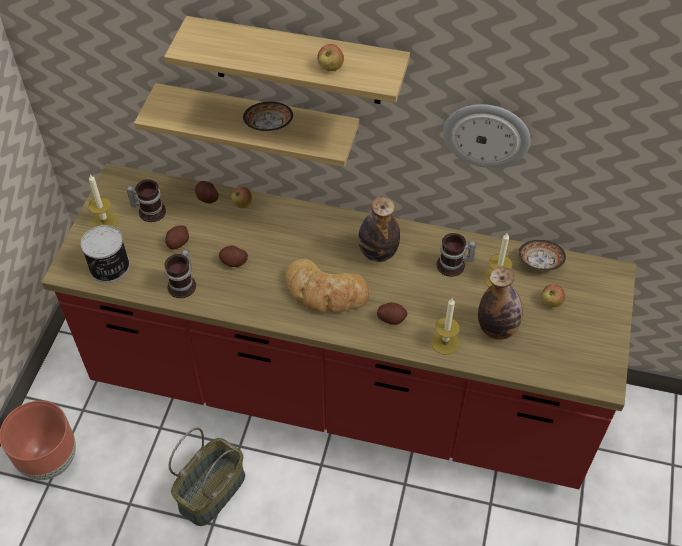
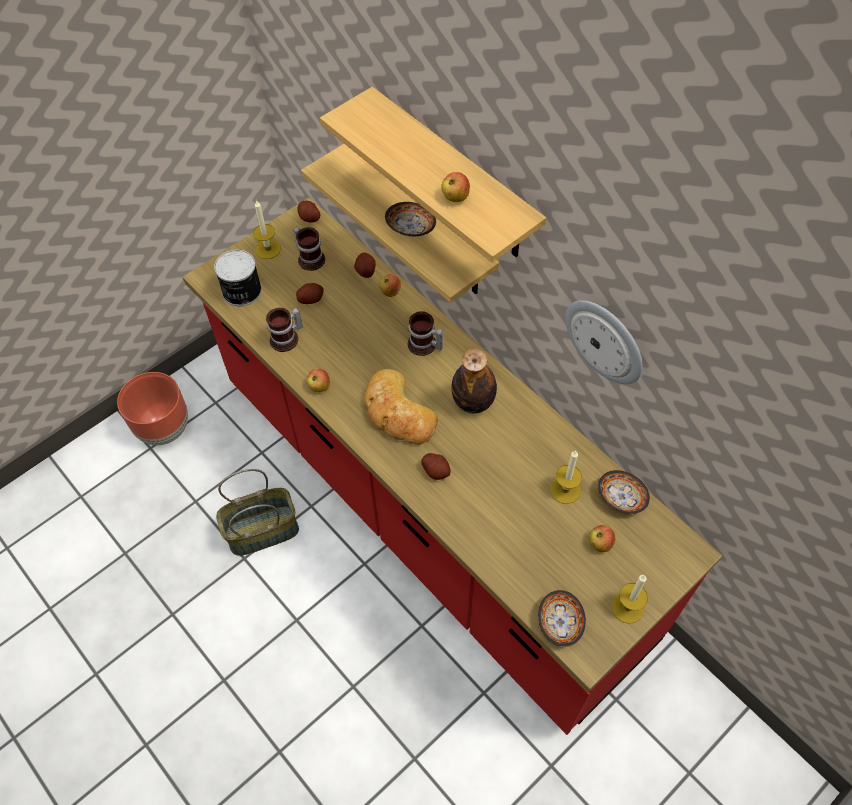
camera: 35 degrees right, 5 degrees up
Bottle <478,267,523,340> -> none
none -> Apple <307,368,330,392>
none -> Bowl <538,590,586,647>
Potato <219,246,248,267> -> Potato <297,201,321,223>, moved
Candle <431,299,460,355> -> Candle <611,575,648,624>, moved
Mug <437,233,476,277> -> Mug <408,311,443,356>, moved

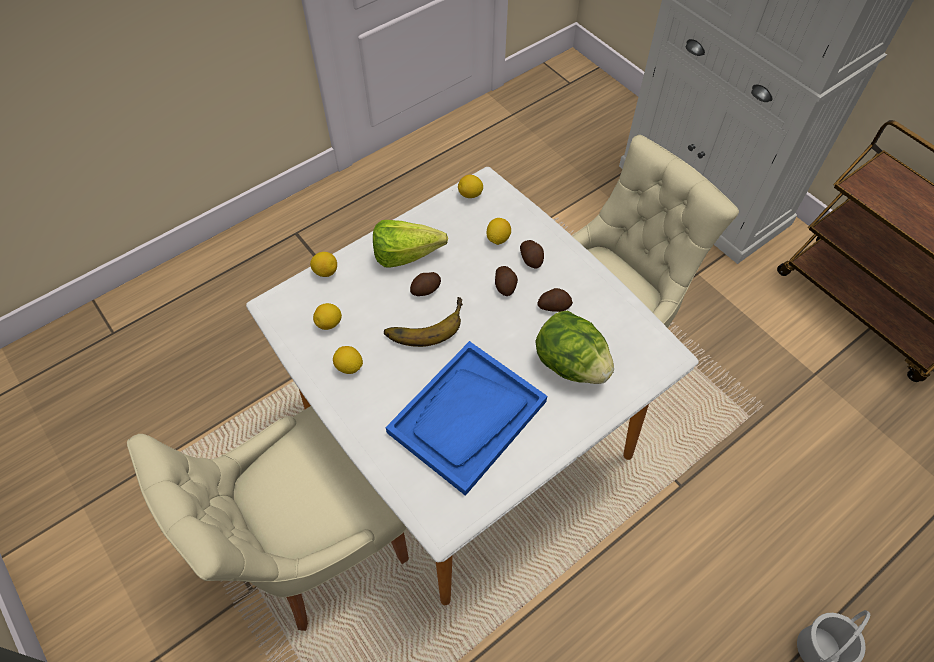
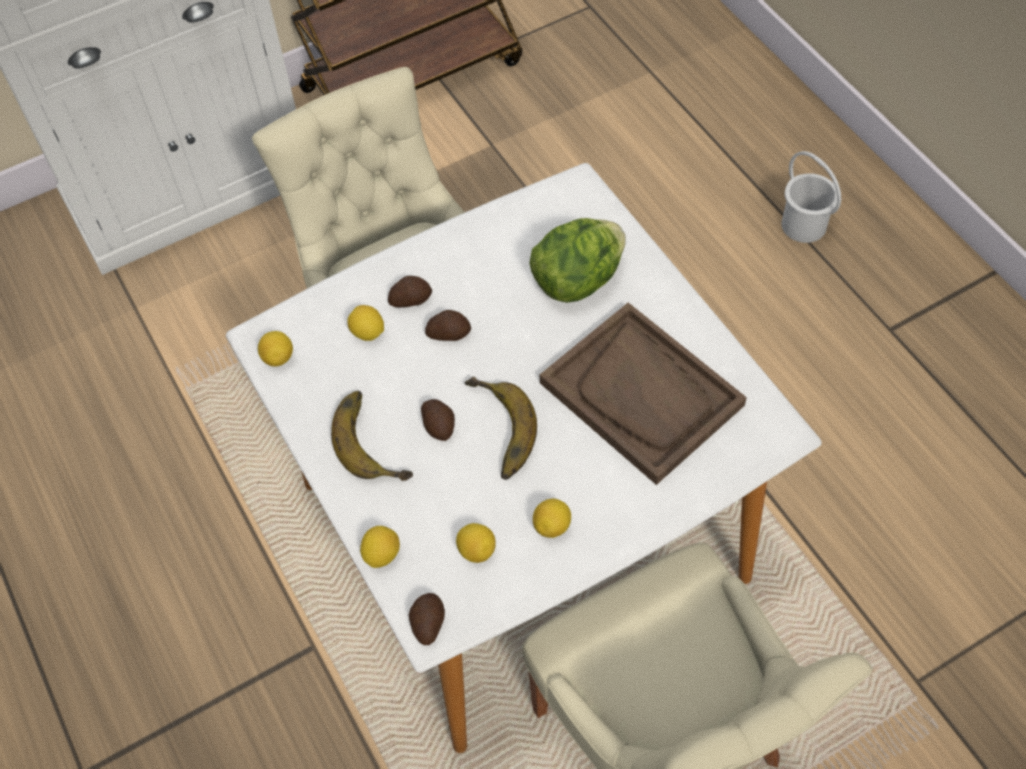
camera: 80 degrees left, 0 degrees up
Potato <537,288,573,312> -> Potato <409,593,445,645>, moved
Lettuce <373,220,448,268> -> Banana <331,391,413,481>
BlueTray <386,341,547,496> -> BrownTray <540,302,747,485>

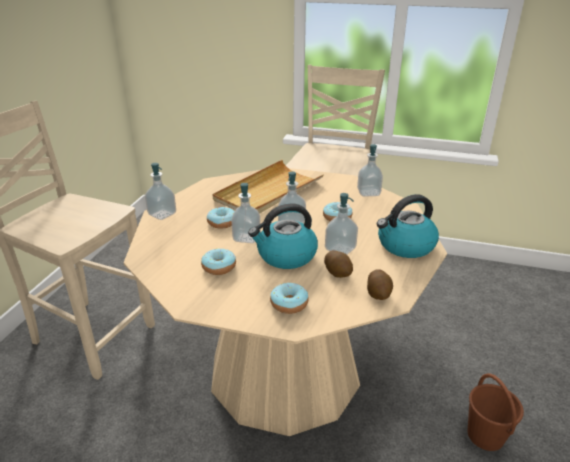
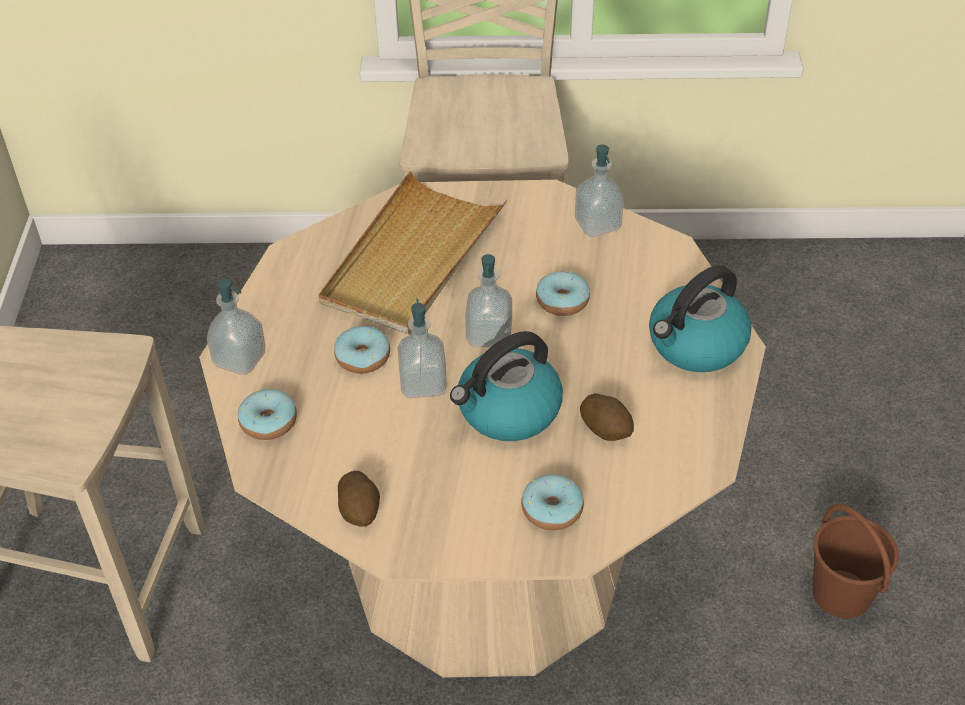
camera: 15 degrees left, 15 degrees up
SoapDispenser <325,193,358,254> -> none
Donut <201,248,236,275> -> Donut <238,389,297,440>, moved
Potato <367,269,393,300> -> Potato <338,471,380,527>, moved

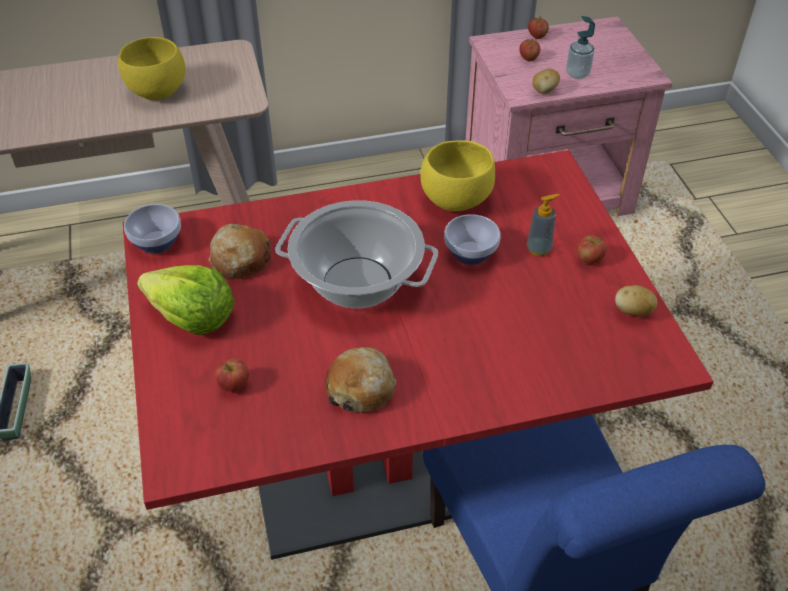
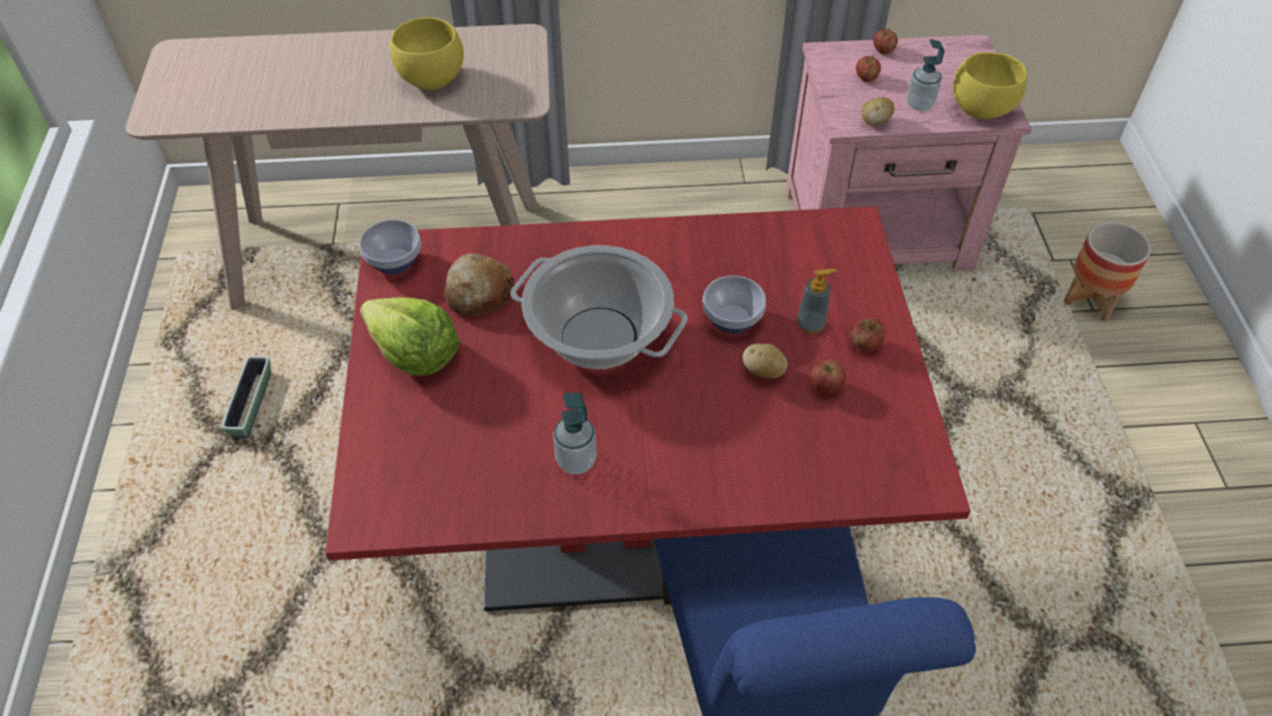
camera: 10 degrees right, 5 degrees up
none -> Planter <1064,222,1151,322>
Apple <215,359,249,392> -> Apple <811,359,846,394>, moved
YellowBowl <420,140,495,211> -> YellowBowl <953,52,1027,119>, moved
Potato <615,285,657,317> -> Potato <743,343,788,379>, moved
Bread <325,347,396,412> -> SoapDispenser <553,393,597,475>

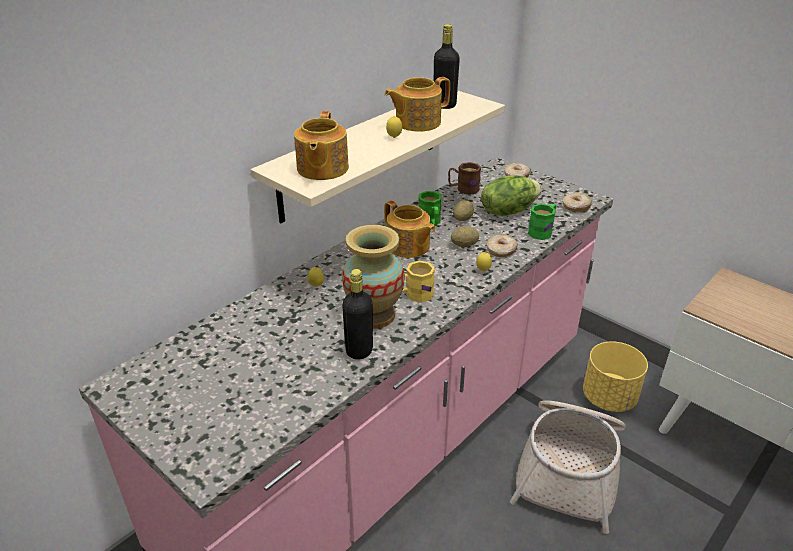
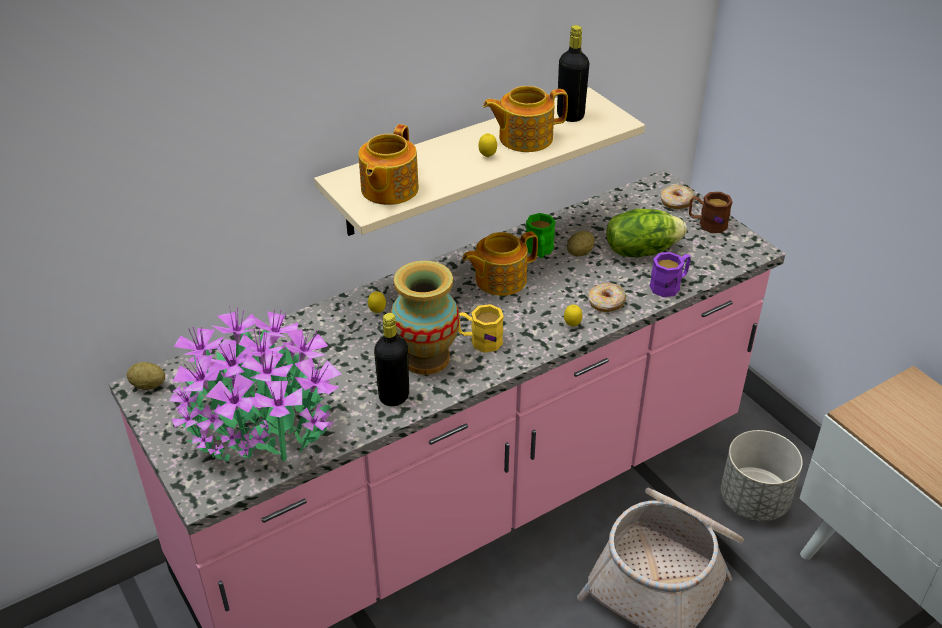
camera: 15 degrees right, 5 degrees up
Donut <562,193,592,212> -> none
none -> PottedPlant <170,306,342,462>
BrownMug <448,162,481,195> -> BrownMug <689,192,733,233>, moved
Potato <451,226,479,247> -> Potato <127,362,165,390>, moved
GreenMug <528,203,556,240> -> PurpleMug <650,252,691,297>
YellowPlanter <583,341,648,412> -> GreyPlanter <721,430,803,521>
Teapot <384,200,436,258> -> Teapot <462,231,538,296>, 90 degrees clockwise

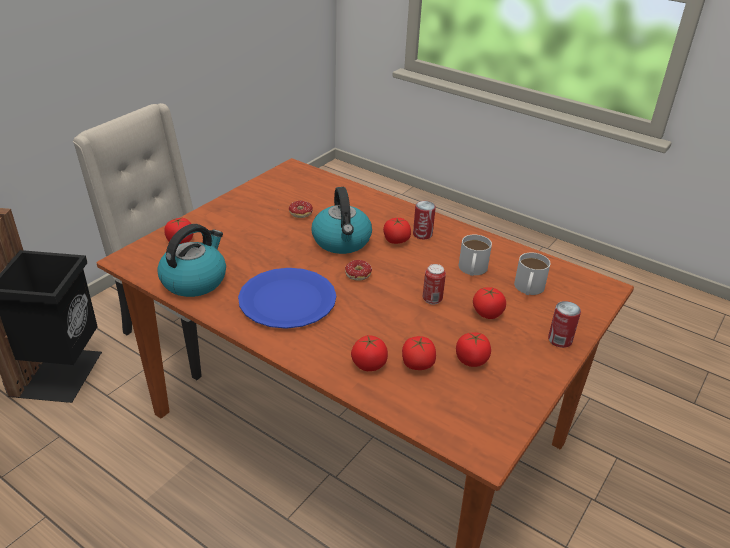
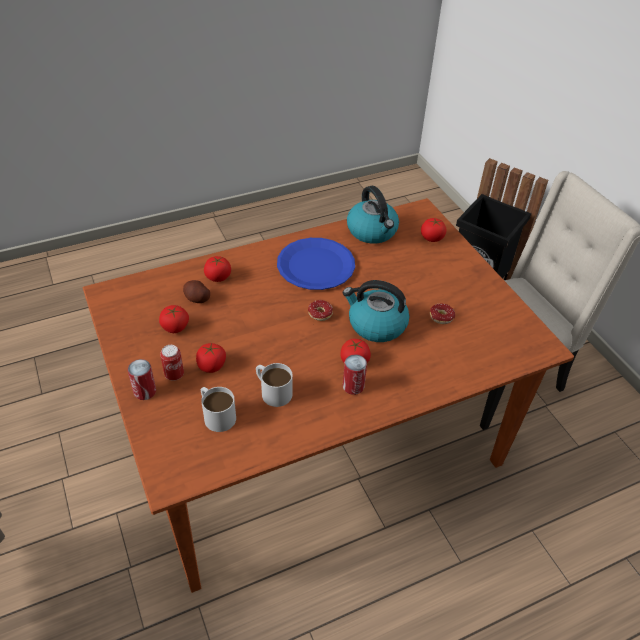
camera: 120 degrees right, 10 degrees up
Can <423,264,446,305> -> Can <160,345,184,381>, moved
Tomato <402,336,436,370> -> Potato <183,280,210,303>

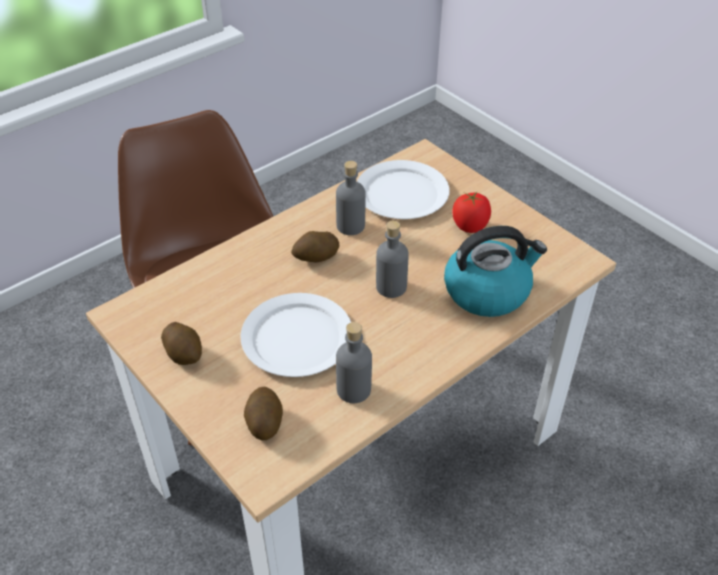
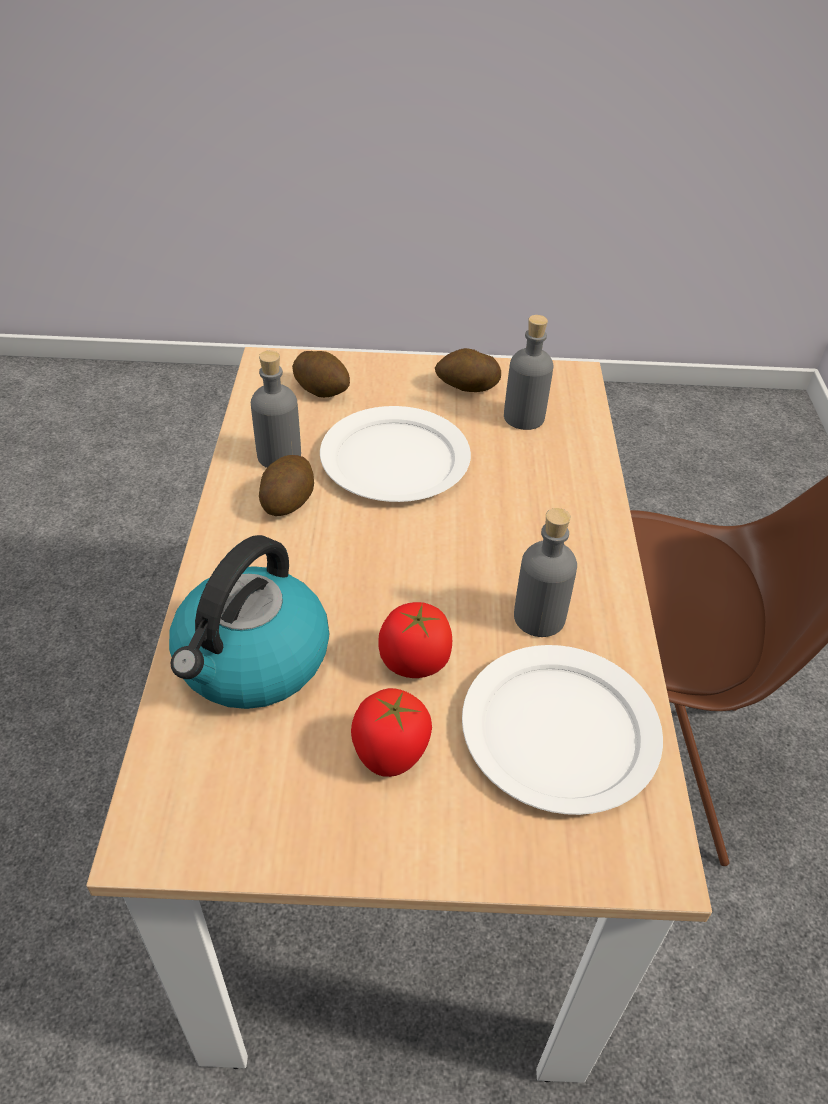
camera: 130 degrees right, 0 degrees up
none -> Tomato <378,602,452,678>
Potato <291,231,339,263> -> Potato <259,455,314,516>, moved
GreyBottle <376,220,408,298> -> GreyBottle <504,315,553,430>, moved

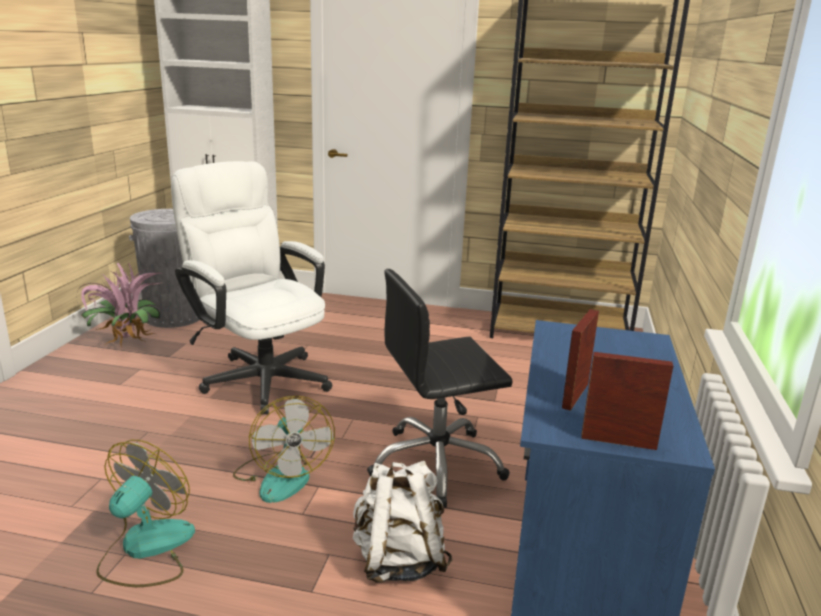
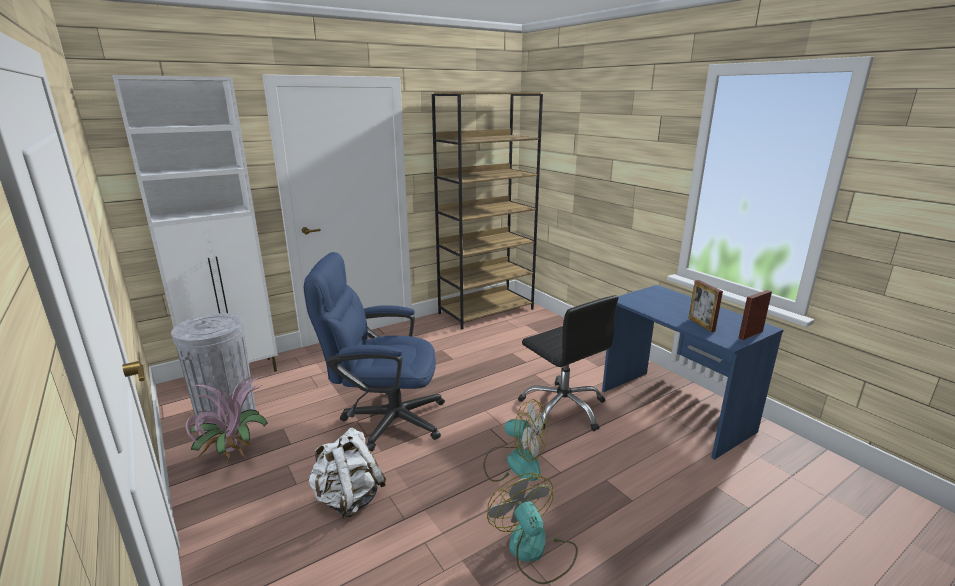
camera: 45 degrees left, 0 degrees up
WhiteBackpack <353,461,452,583> -> WhiteBackpack <309,428,386,519>, moved
WhiteOfficeChair <171,161,332,415> -> BlueOfficeChair <304,252,445,451>
BlackOfficeChair <367,269,513,508> -> BlackOfficeChair <518,295,618,431>, 60 degrees counterclockwise

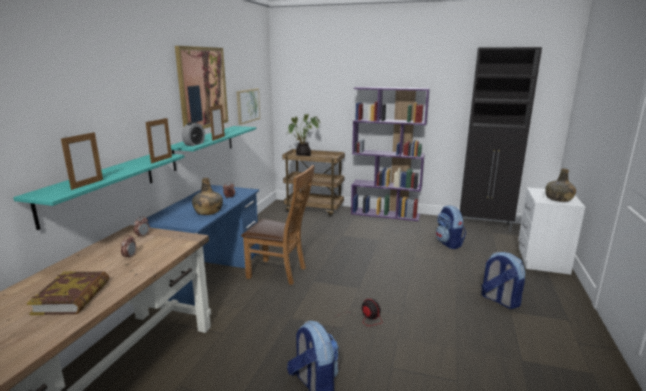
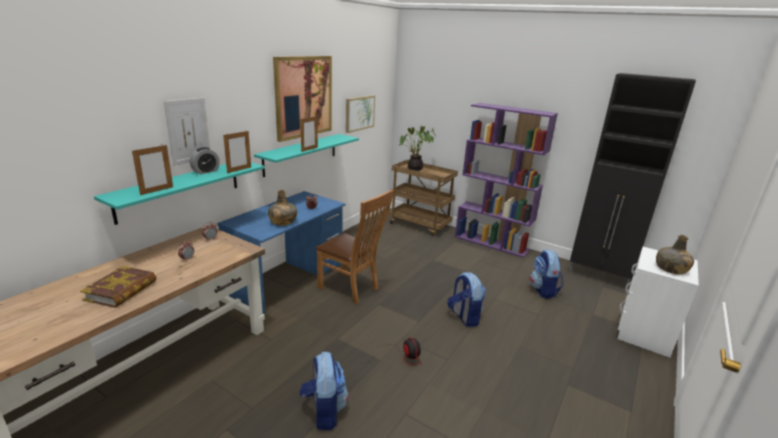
camera: 15 degrees right, 5 degrees up
none -> Picture <164,97,210,166>
AlarmClock <182,122,205,146> -> AlarmClock <190,147,220,175>, moved
Backpack <481,252,525,309> -> Backpack <447,272,486,327>, moved

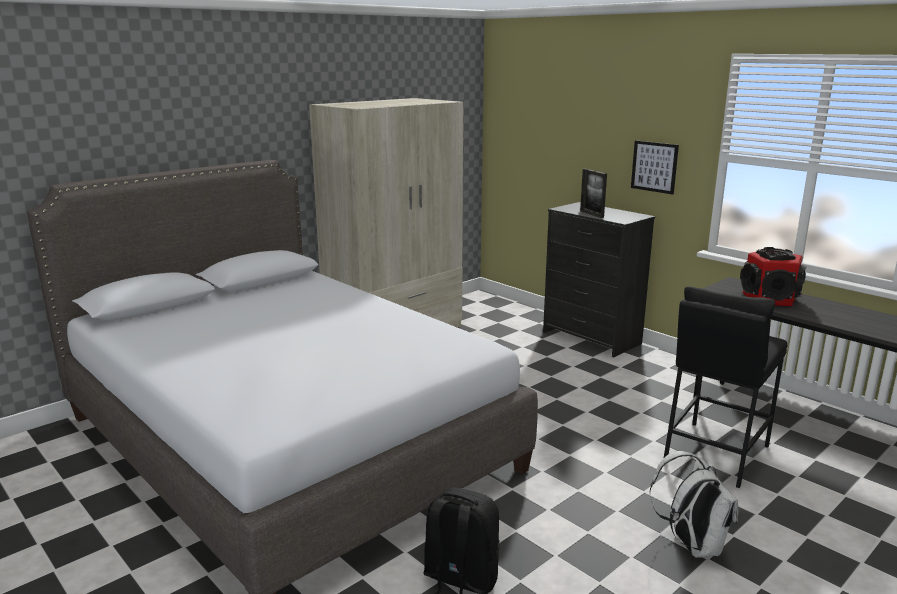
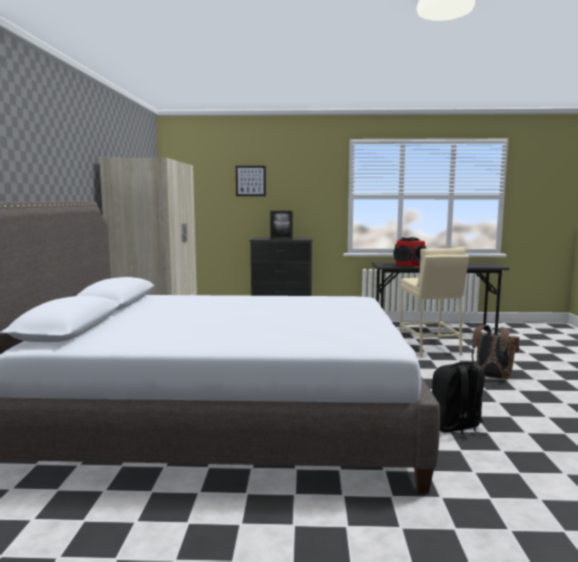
camera: 45 degrees left, 10 degrees down
Picture <631,140,679,195> -> Picture <236,166,266,196>, moved
WhiteBackpack <649,451,738,557> -> BrownBackpack <472,325,519,379>
BlackStool <663,286,788,488> -> BeigeStool <400,247,469,357>

